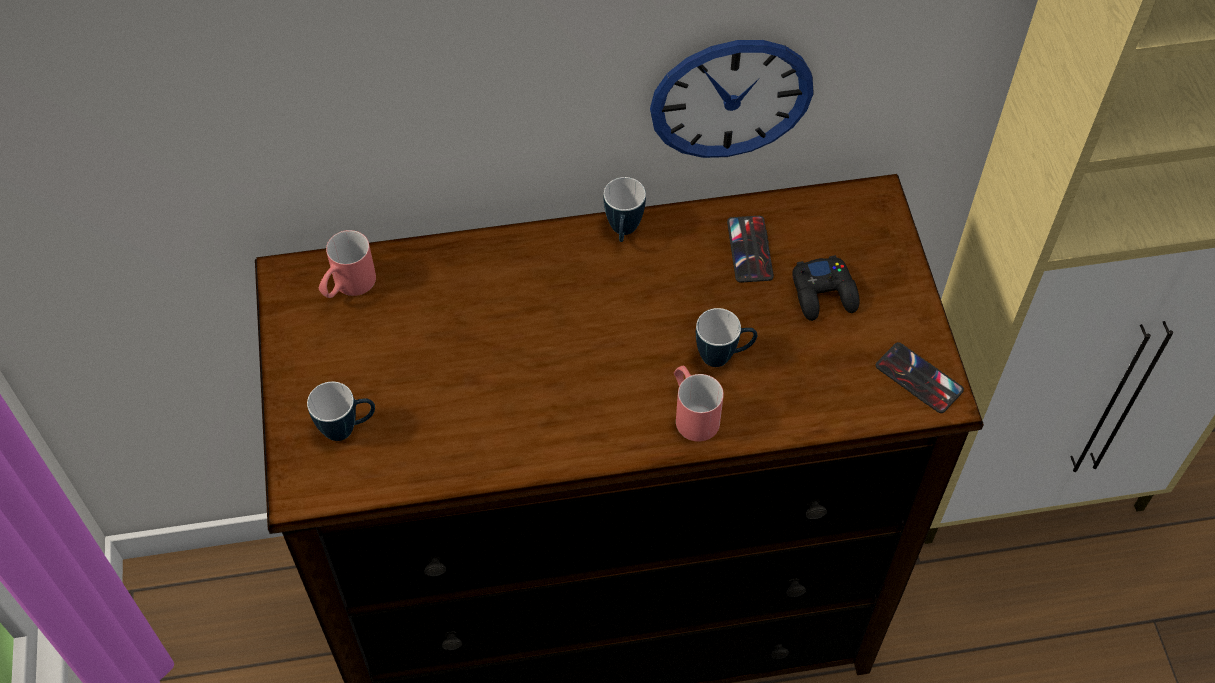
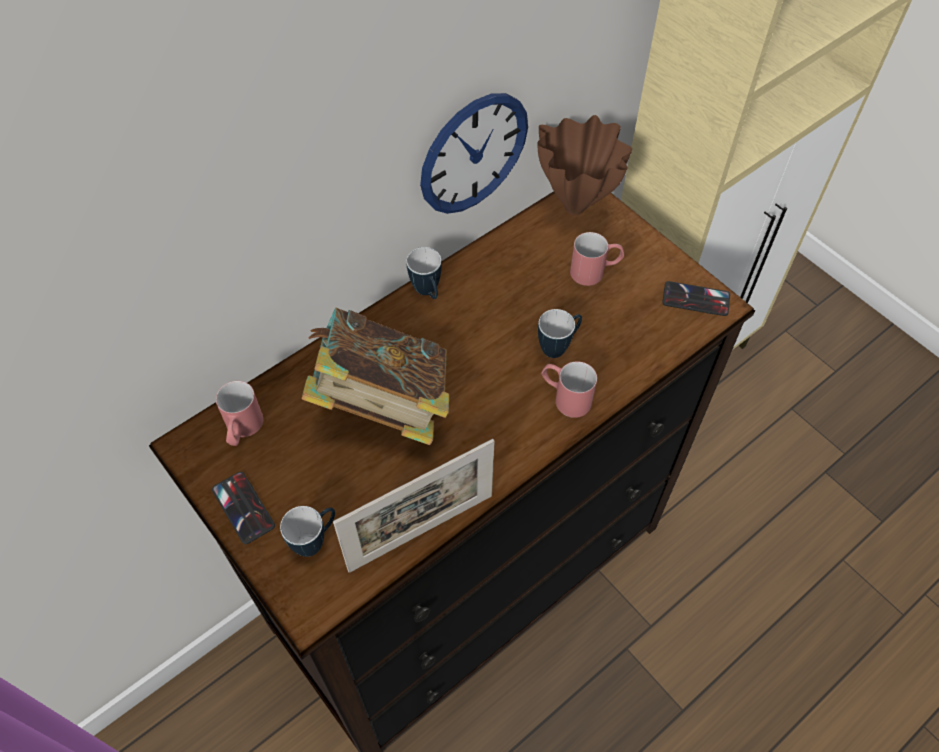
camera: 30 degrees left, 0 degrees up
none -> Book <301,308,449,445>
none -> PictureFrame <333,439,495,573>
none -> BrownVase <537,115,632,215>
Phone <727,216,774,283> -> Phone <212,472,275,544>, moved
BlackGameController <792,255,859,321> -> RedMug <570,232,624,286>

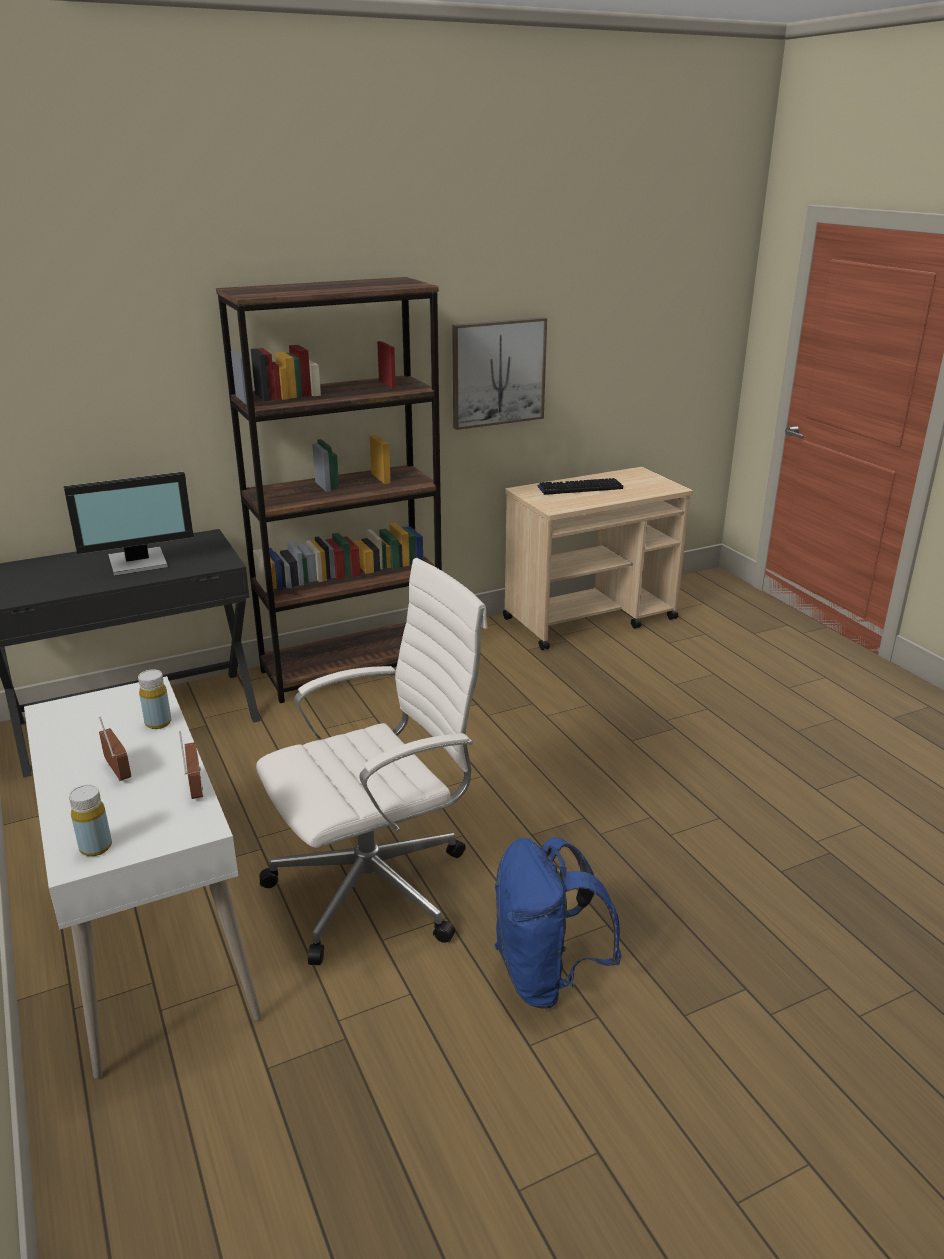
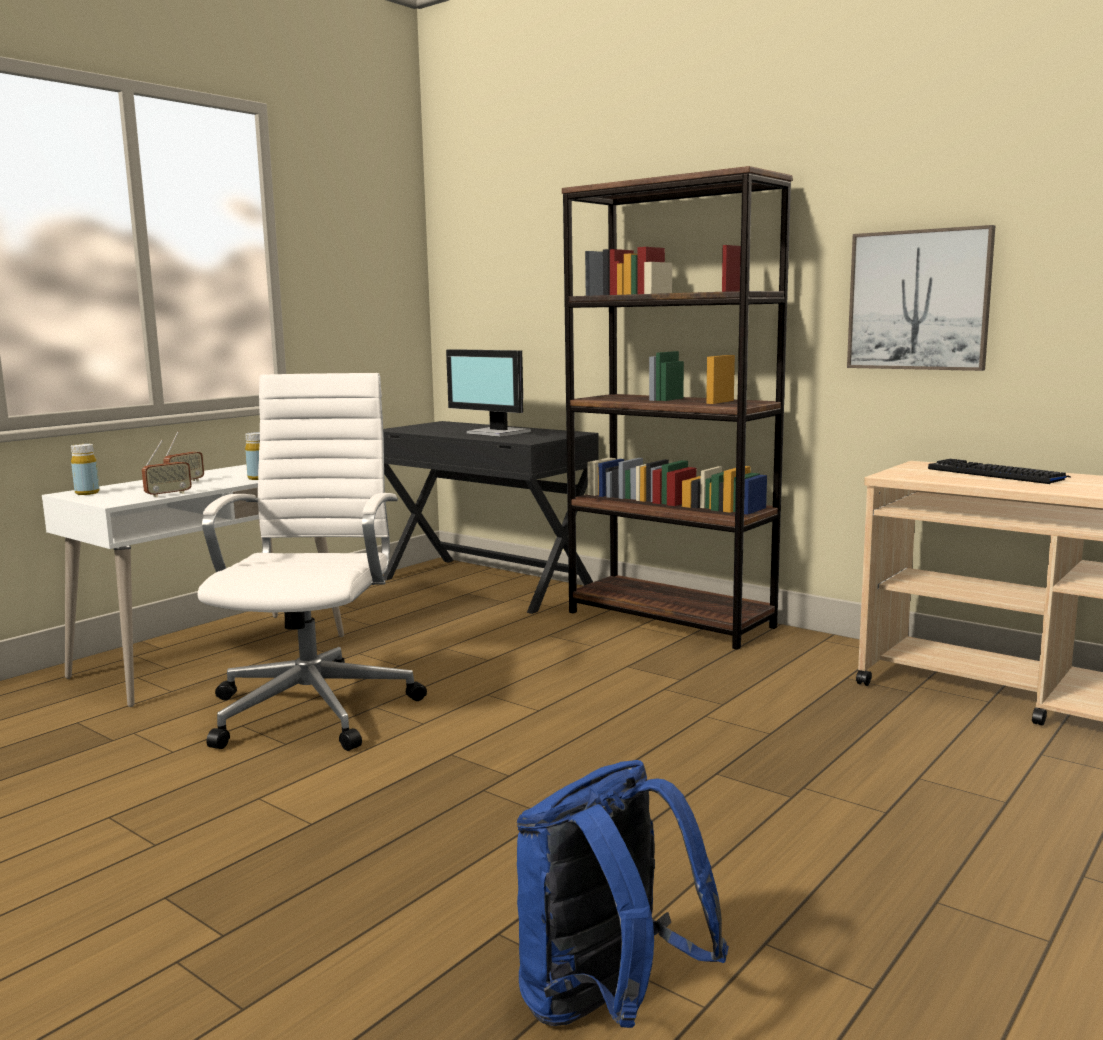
camera: 65 degrees right, 15 degrees down
BlueBackpack <495,837,622,1008> -> BlueBackpack <517,760,729,1028>, moved
WhiteOfficeChair <256,558,488,965> -> WhiteOfficeChair <198,373,427,751>, 120 degrees counterclockwise

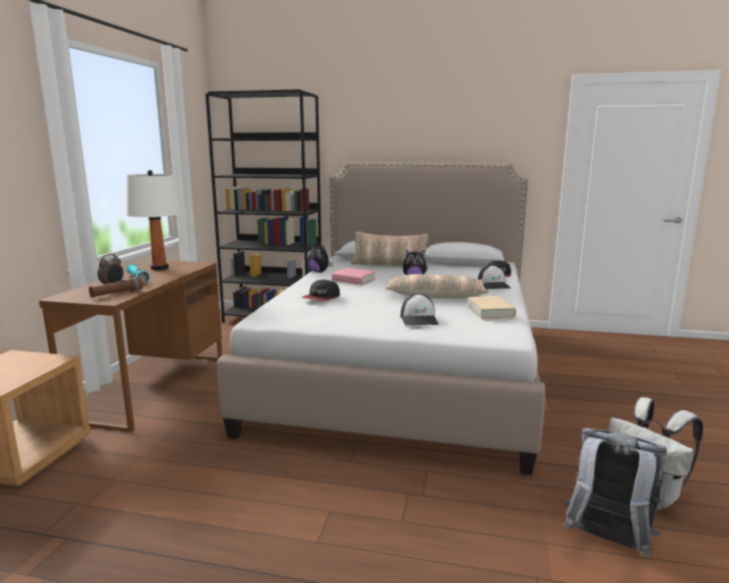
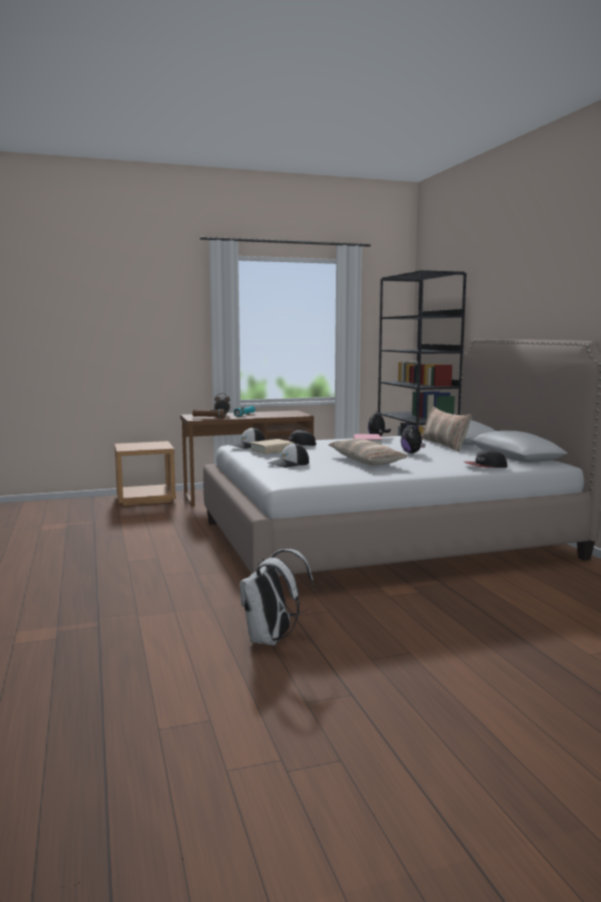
camera: 60 degrees right, 5 degrees down
WhiteTableLamp <126,170,181,270> -> none
GreyBackpack <564,428,667,557> -> none
BeigeBook <468,296,516,320> -> BeigeBook <250,439,294,454>, moved
Cap <478,265,511,289> -> Cap <230,428,265,449>, moved

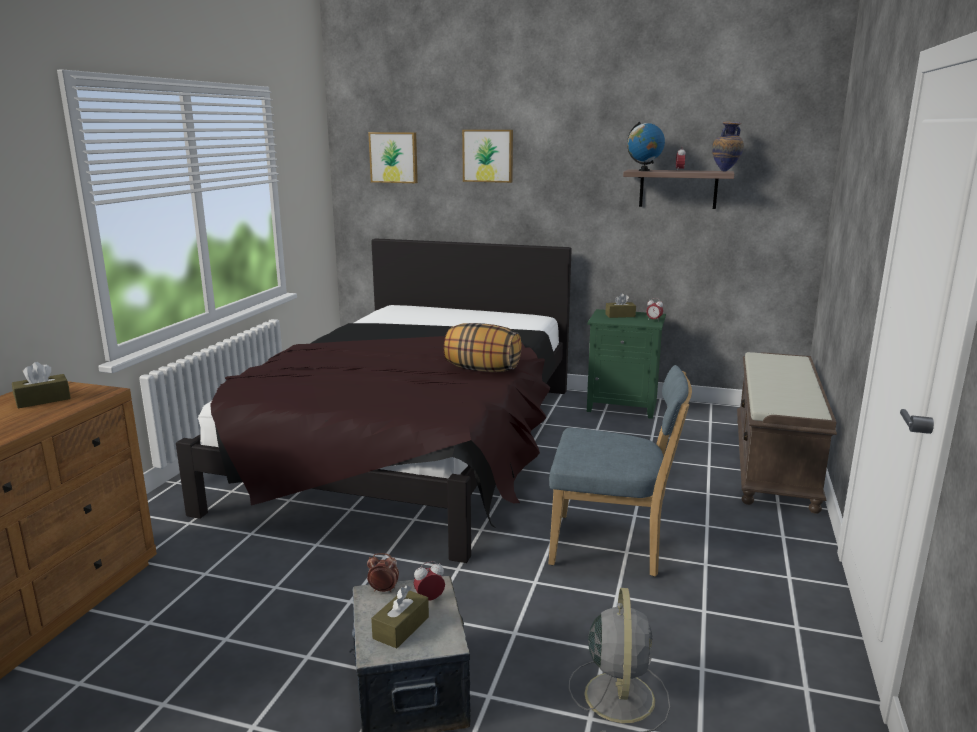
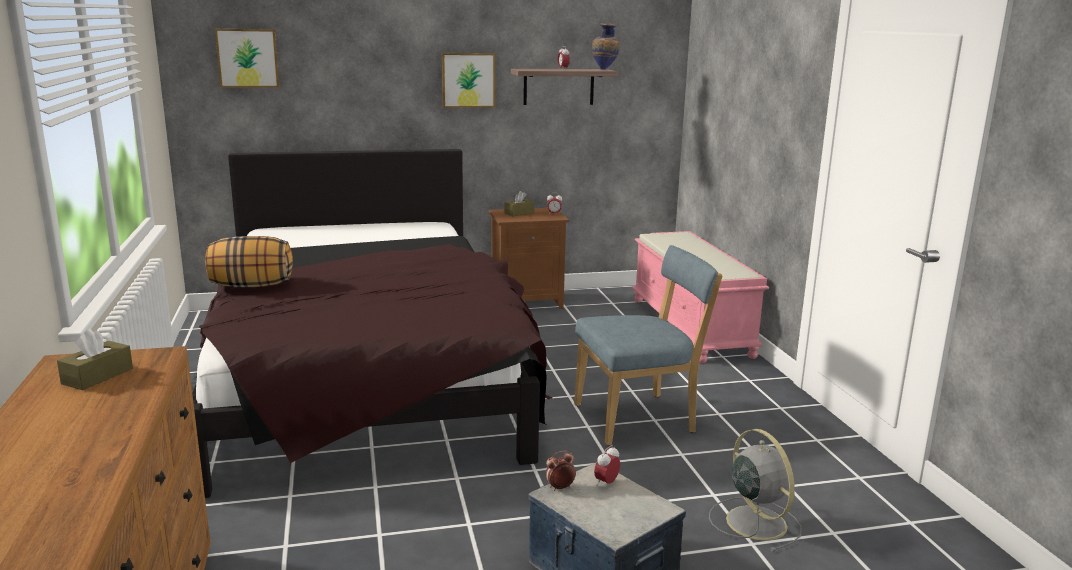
camera: 30 degrees left, 0 degrees up
BrownTissueBox <371,585,429,649> -> none
Globe <627,122,665,171> -> none
Pillow <444,323,522,372> -> Pillow <205,236,293,288>, moved
Picture <462,130,513,183> -> Picture <442,53,495,108>, moved
GreenNightstand <587,309,666,419> -> BrownNightstand <489,208,569,309>
BrownBench <737,352,837,514> -> PinkBench <632,231,769,363>

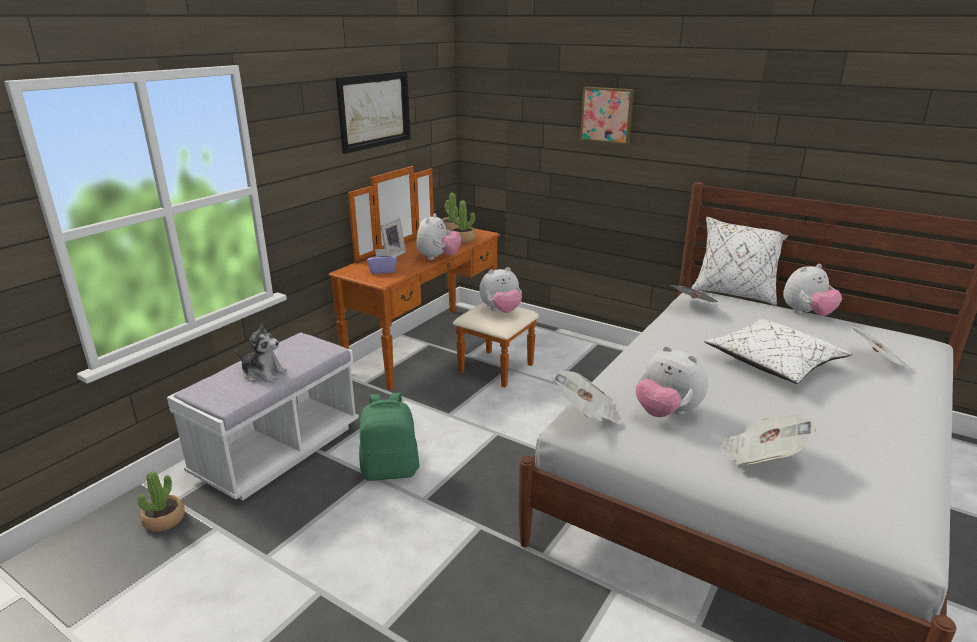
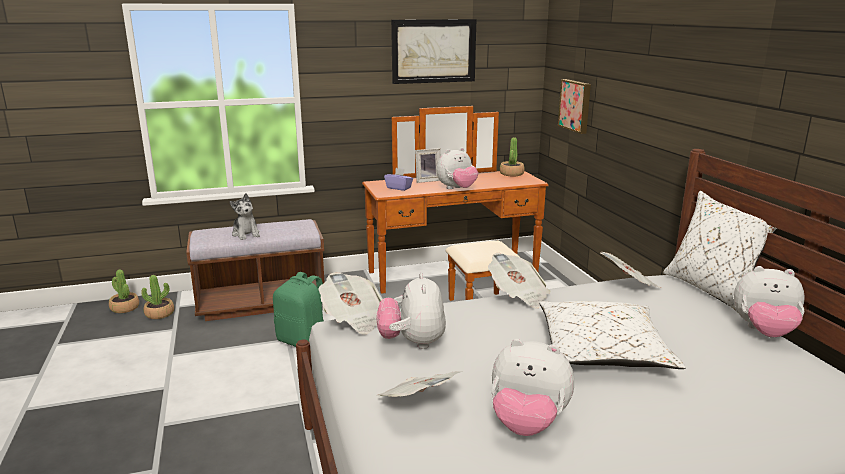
camera: 40 degrees right, 5 degrees down
PottedPlant <450,200,476,243> -> PottedPlant <109,269,139,313>, moved
PlushToy <479,267,522,313> -> PlushToy <491,339,574,436>, moved
Picture <580,87,634,145> -> Picture <558,79,591,134>, moved
Newspaper <849,326,914,369> -> Newspaper <488,253,551,309>, moved
WhiteBench <167,333,359,501> -> BrownBench <186,219,325,321>

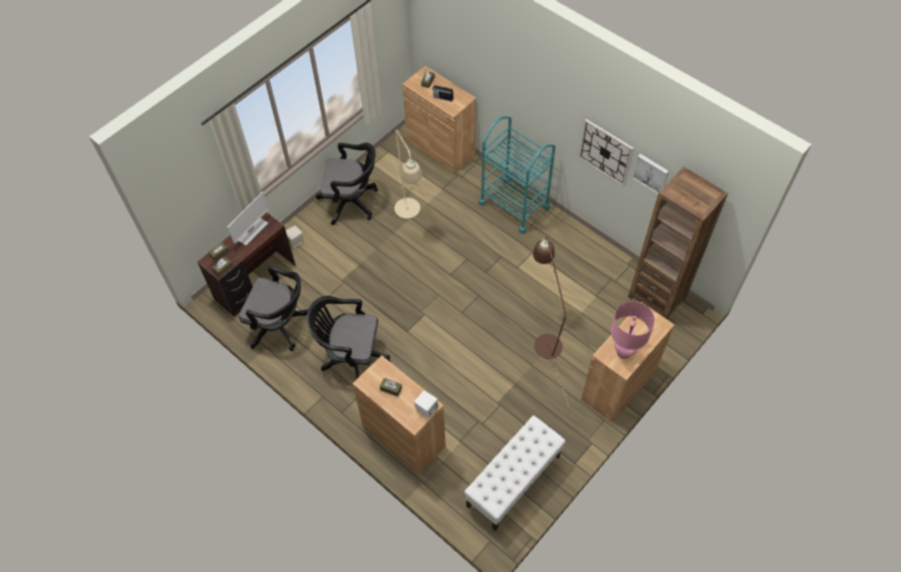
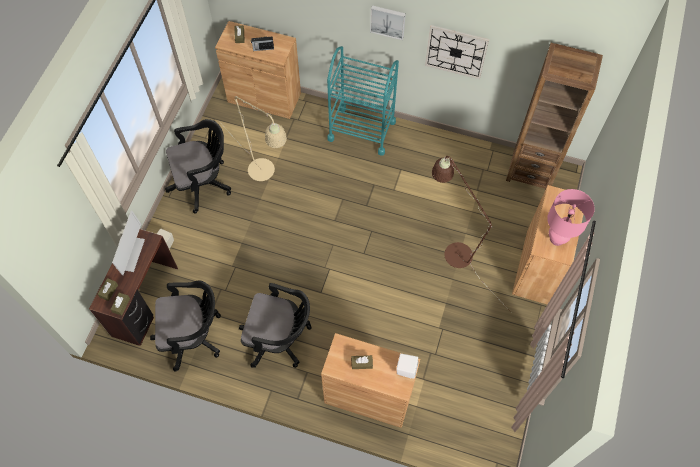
camera: 25 degrees left, 5 degrees up
WhiteBench <464,415,566,531> -> none
Picture <632,154,669,194> -> Picture <370,5,406,40>, moved
BlackOfficeChair <307,296,390,379> -> BlackOfficeChair <239,283,312,368>, 150 degrees counterclockwise

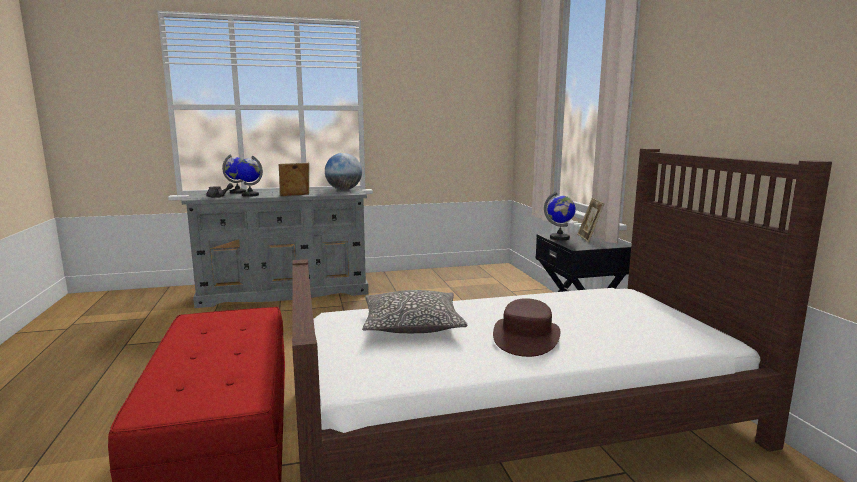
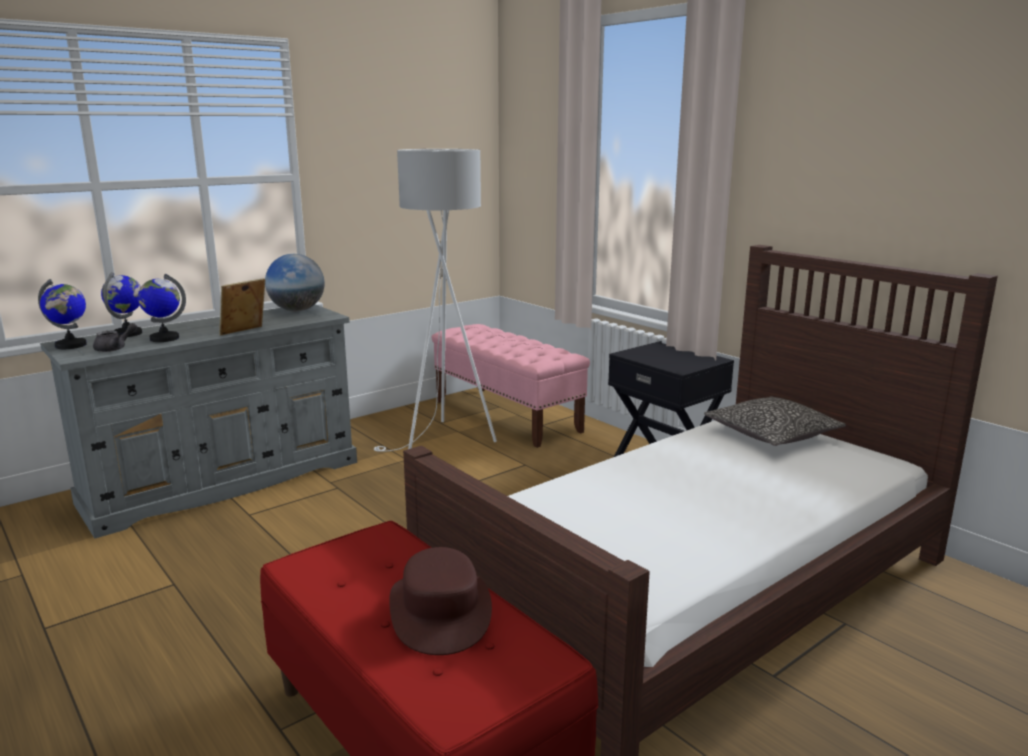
camera: 25 degrees left, 5 degrees up
PictureFrame <577,198,604,242> -> none
none -> WhiteFloorLamp <374,149,497,452>
none -> PinkBench <431,324,590,448>
Pillow <362,290,467,333> -> Pillow <704,396,846,446>, moved
BrownHat <493,298,560,357> -> BrownHat <389,547,492,655>, moved
Globe <544,192,576,240> -> Globe <38,279,87,349>, moved

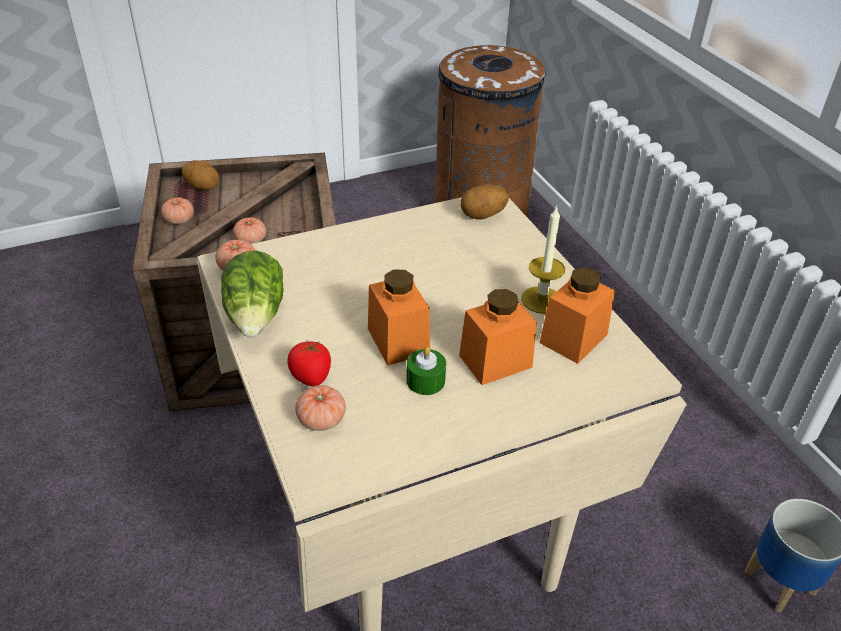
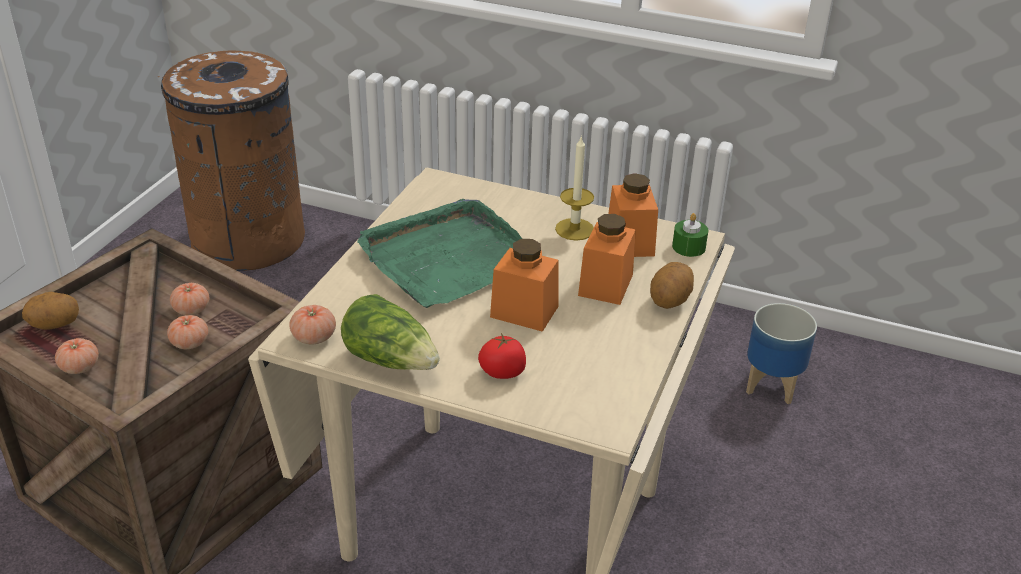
camera: 45 degrees left, 5 degrees down
none -> GreenTray <357,199,522,308>
Tomato <295,385,346,431> -> Tomato <170,283,209,315>, moved
GreenCandle <406,346,446,395> -> GreenCandle <672,213,708,257>, moved
Potato <460,185,509,220> -> Potato <650,262,694,309>, moved

